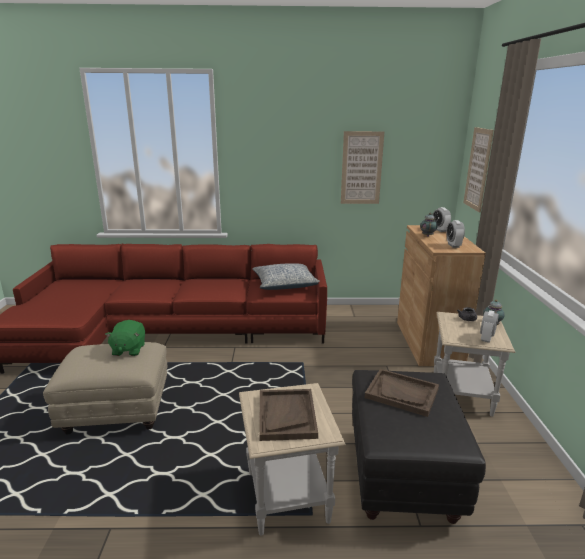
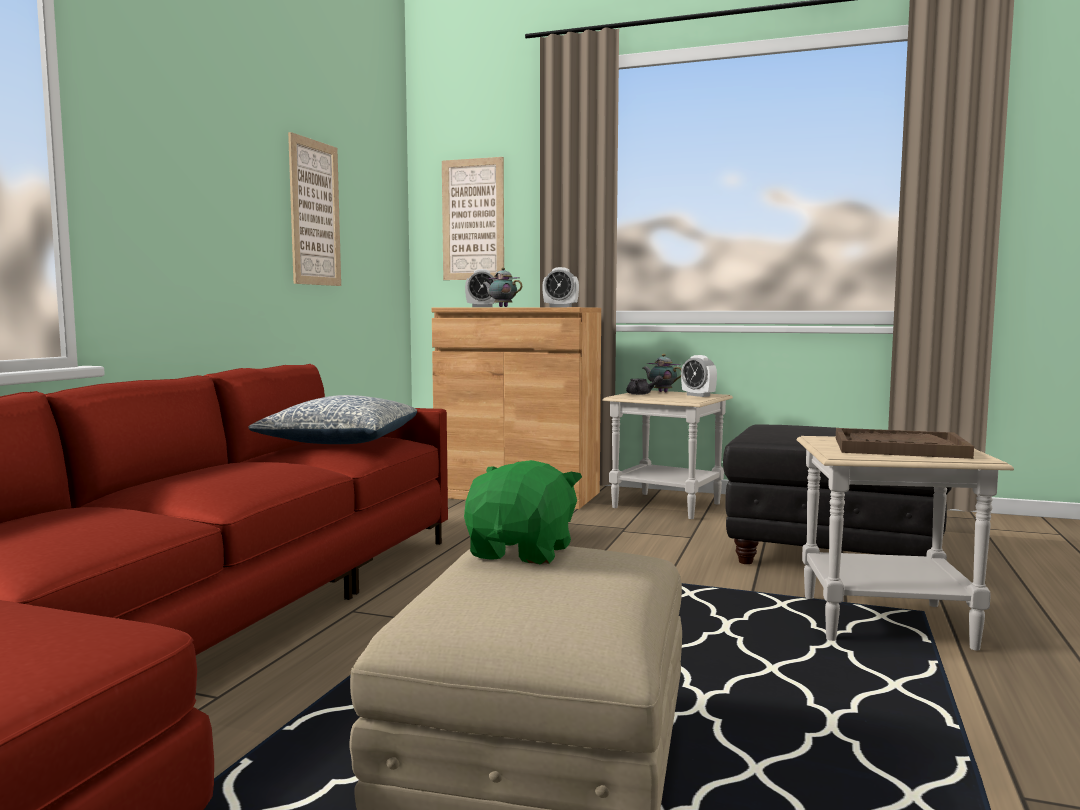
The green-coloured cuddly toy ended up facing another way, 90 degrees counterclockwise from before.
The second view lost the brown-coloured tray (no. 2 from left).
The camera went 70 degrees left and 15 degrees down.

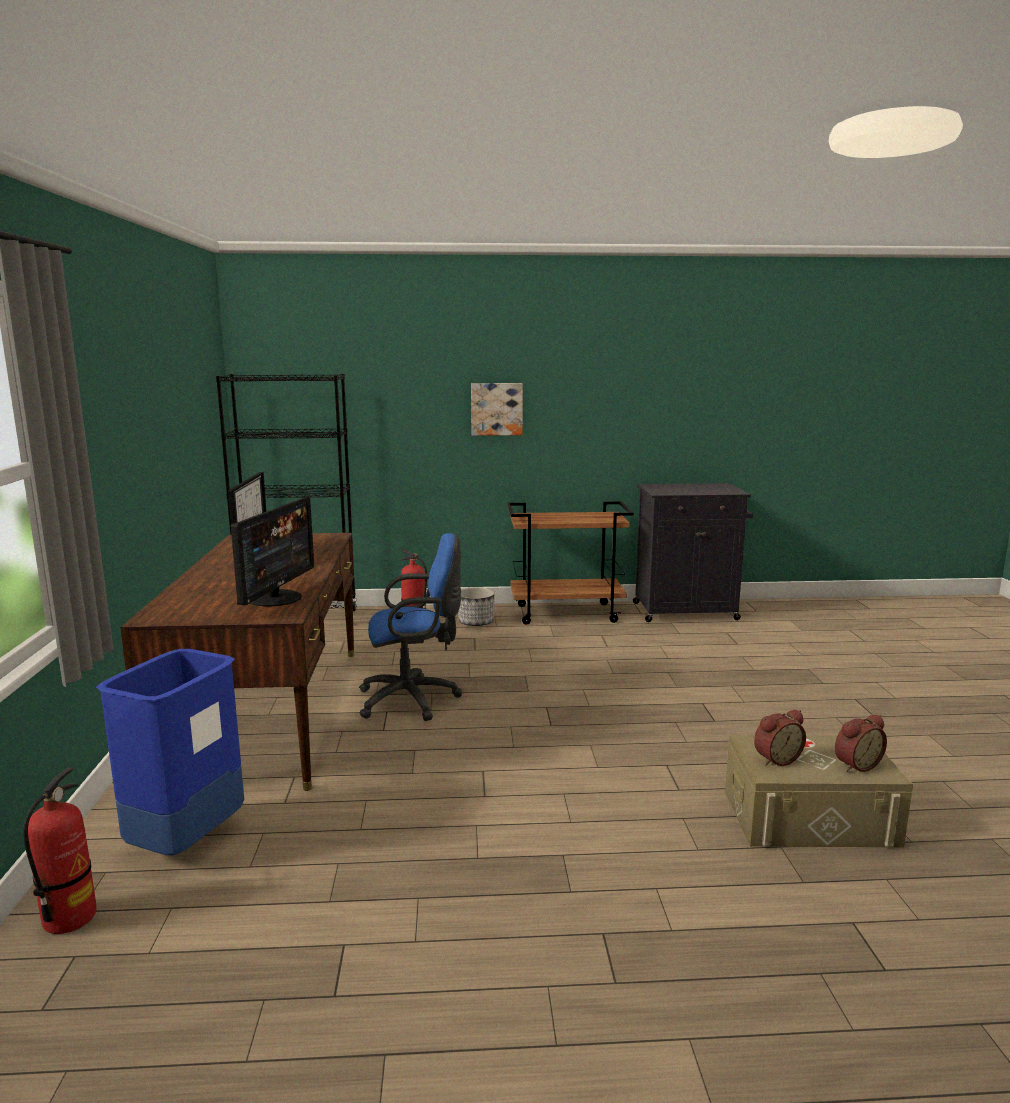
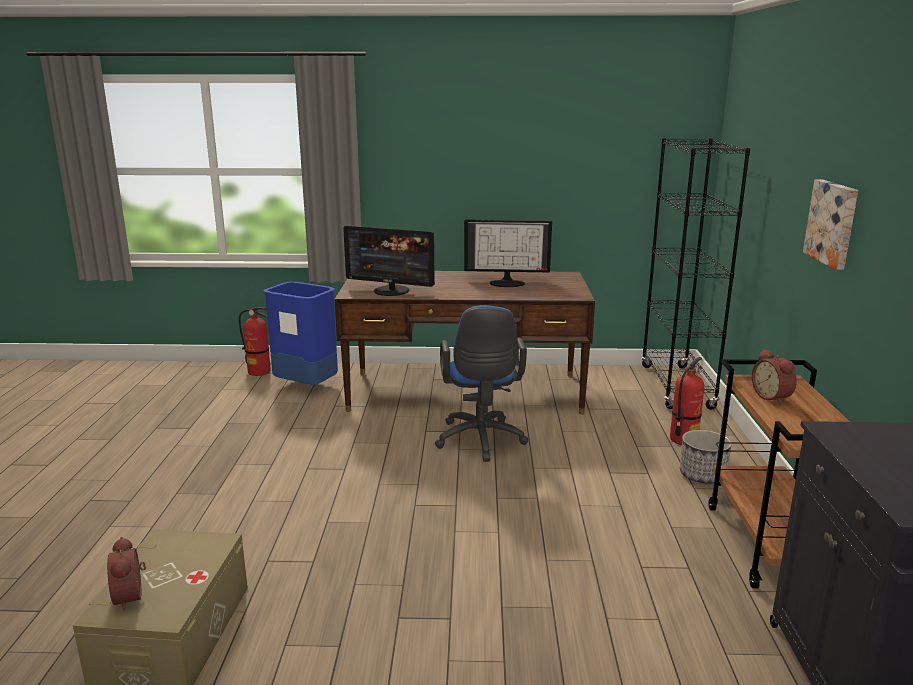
The bedside clock (no. 1 from left in the first image) ended up elsewhere.
The camera went 95 degrees right and 5 degrees up.

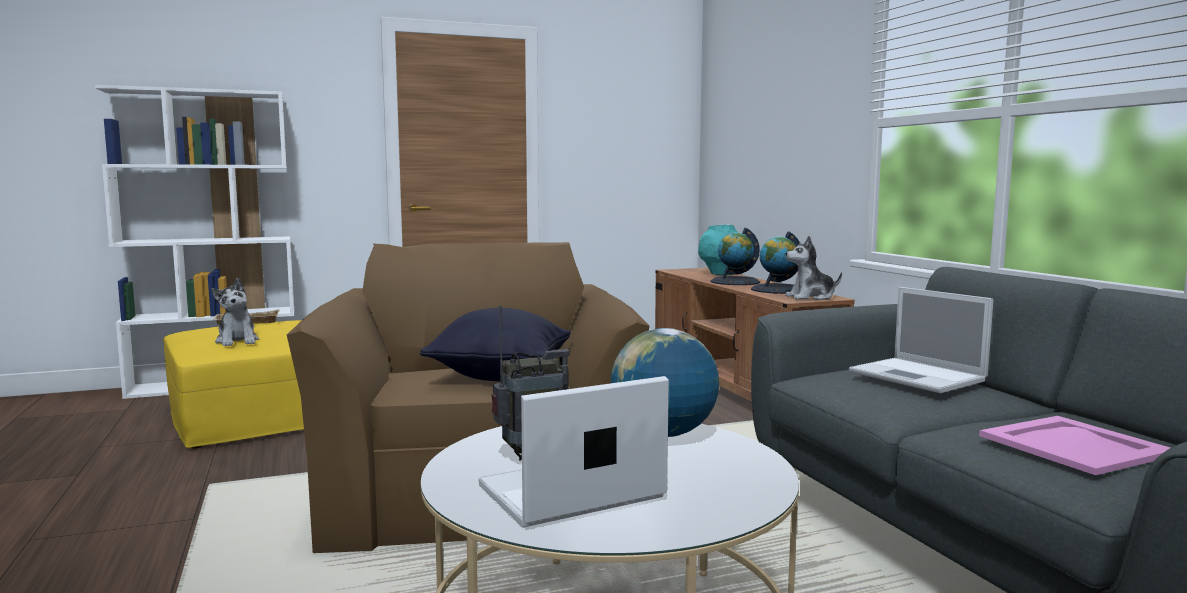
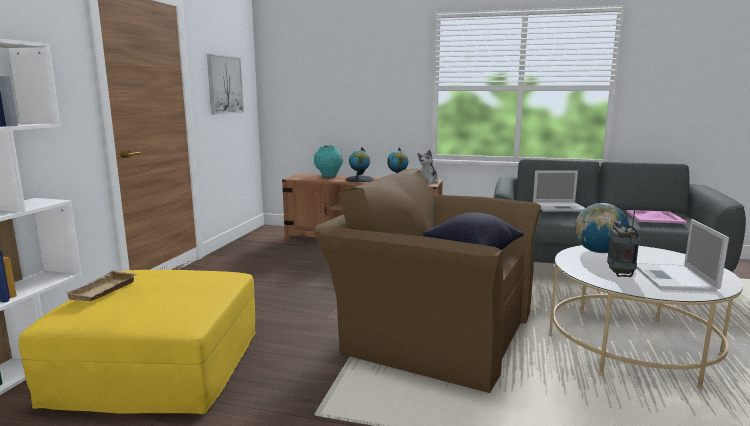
The second view lost the cuddly toy (no. 1 from left).
The second view gained the wall picture.
The camera went 55 degrees left and 5 degrees up.

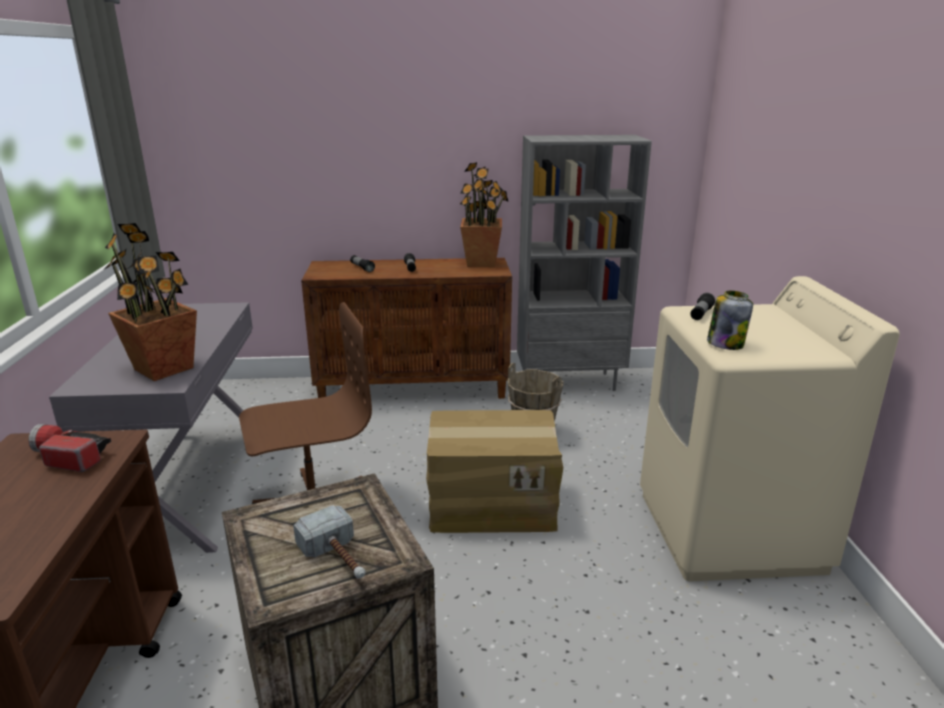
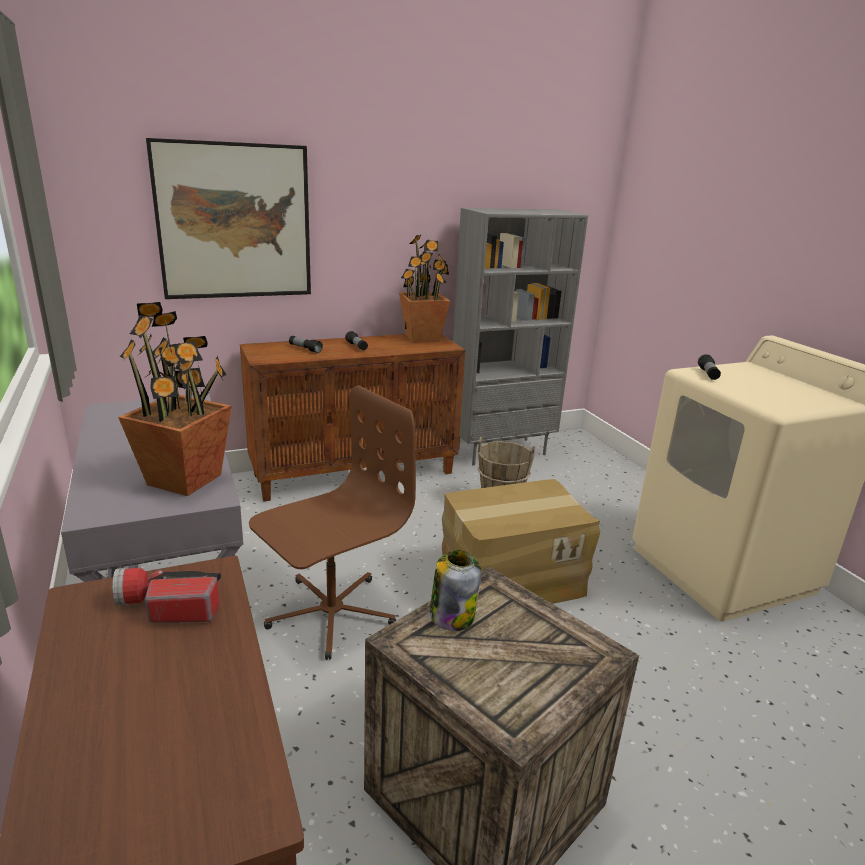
The second view lost the tool hammer.
The jar ended up elsewhere.
The second view gained the wall picture.
The camera went 20 degrees left and 0 degrees up.

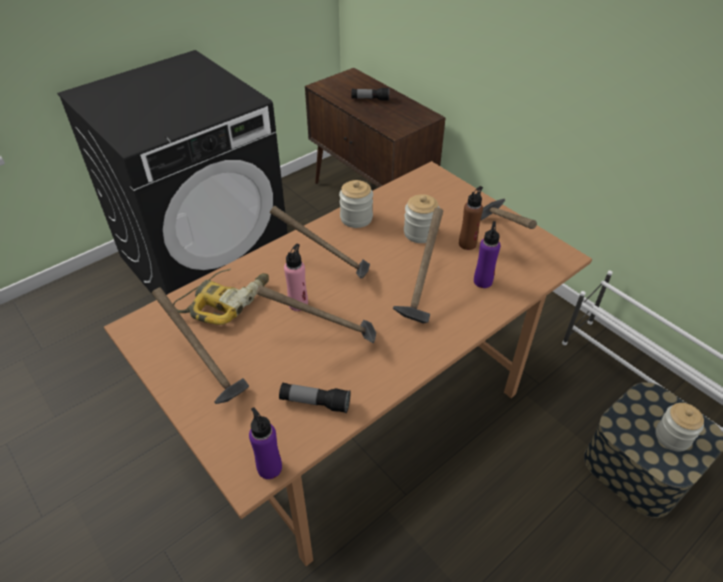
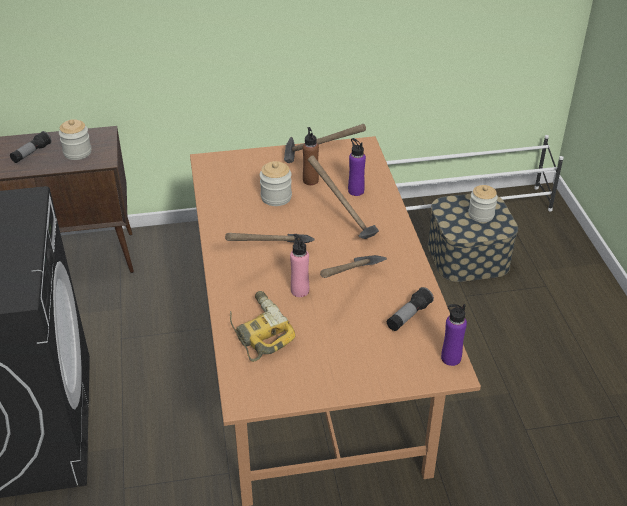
The second view lost the tool hammer (no. 1 from left).
The jar (no. 1 from left) ended up elsewhere.
The camera went 60 degrees left and 5 degrees down.

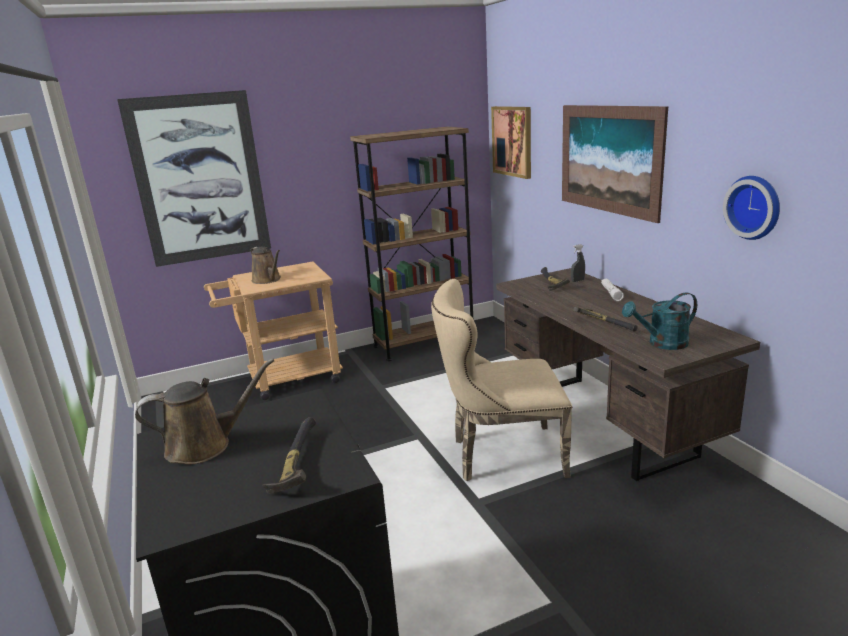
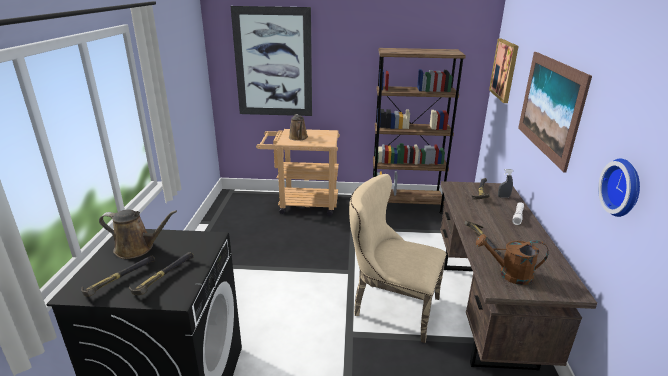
What was the turquoise watering can turned into the brown-coloured watering can (no. 3 from left).
The second view gained the tool hammer (no. 1 from left).
The camera went 25 degrees right and 5 degrees up.

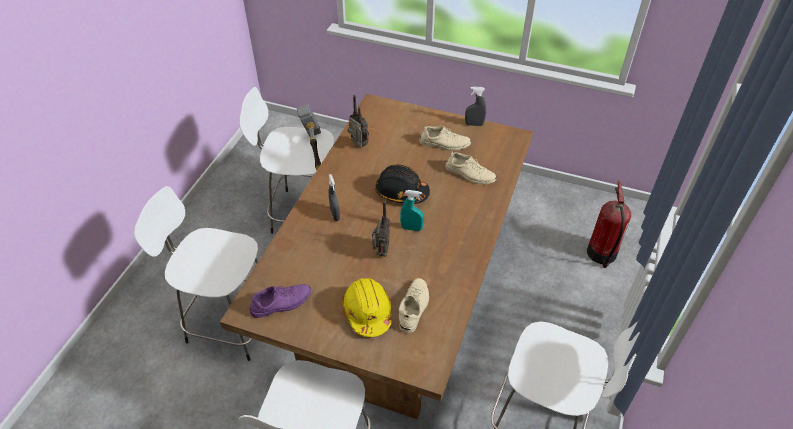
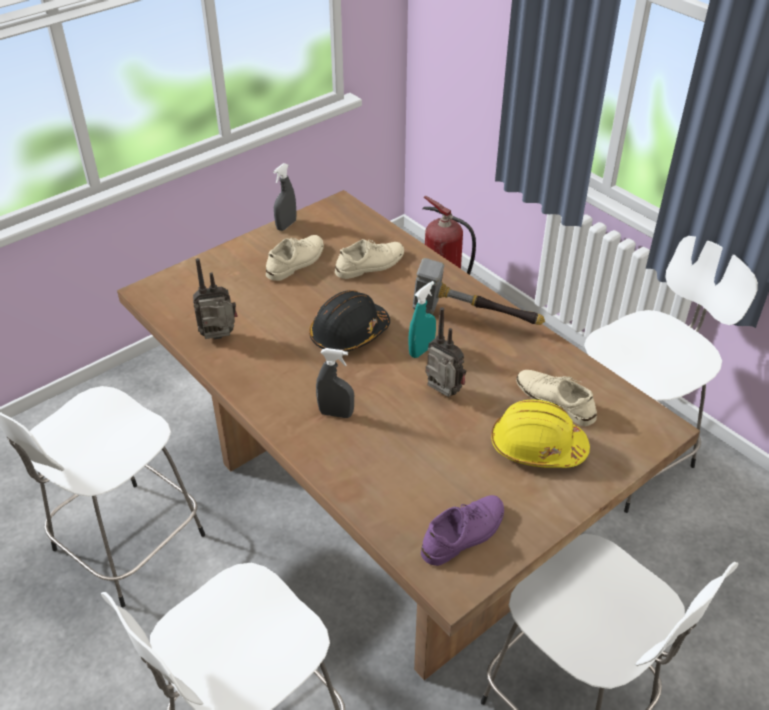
The purple shoe ended up facing another way, 45 degrees clockwise from before.
The tool hammer ended up elsewhere.
The camera went 60 degrees left and 5 degrees down.

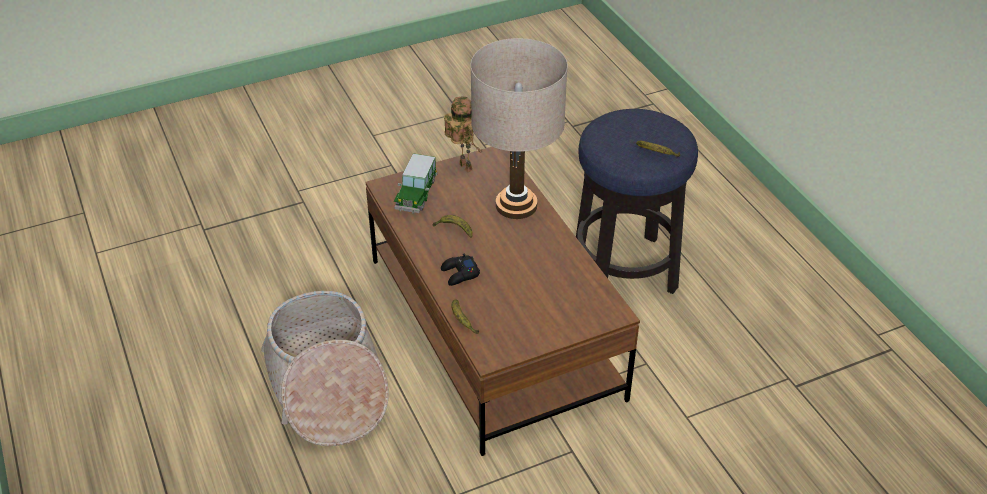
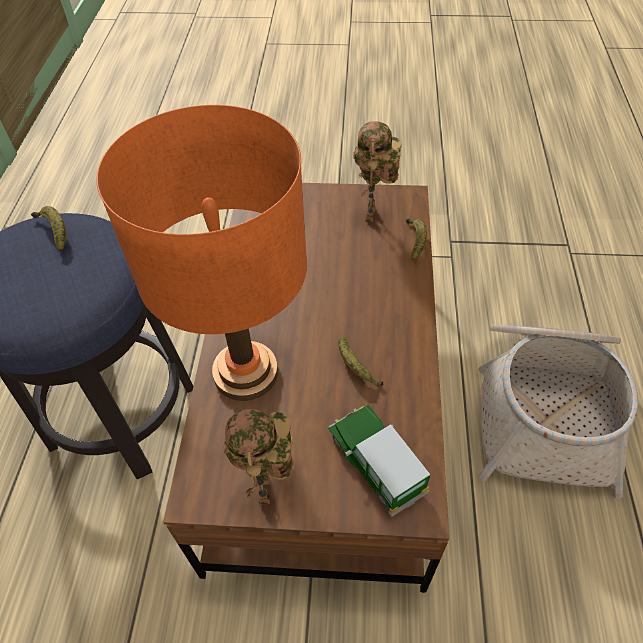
The toy car ended up facing another way, 75 degrees counterclockwise from before.
The second view lost the blackish gamepad.
What was the beige-coloured lamp for a table turned into the orange-coloured lamp for a table.
The second view gained the model robot (no. 2 from left).
The camera went 150 degrees left and 10 degrees up.

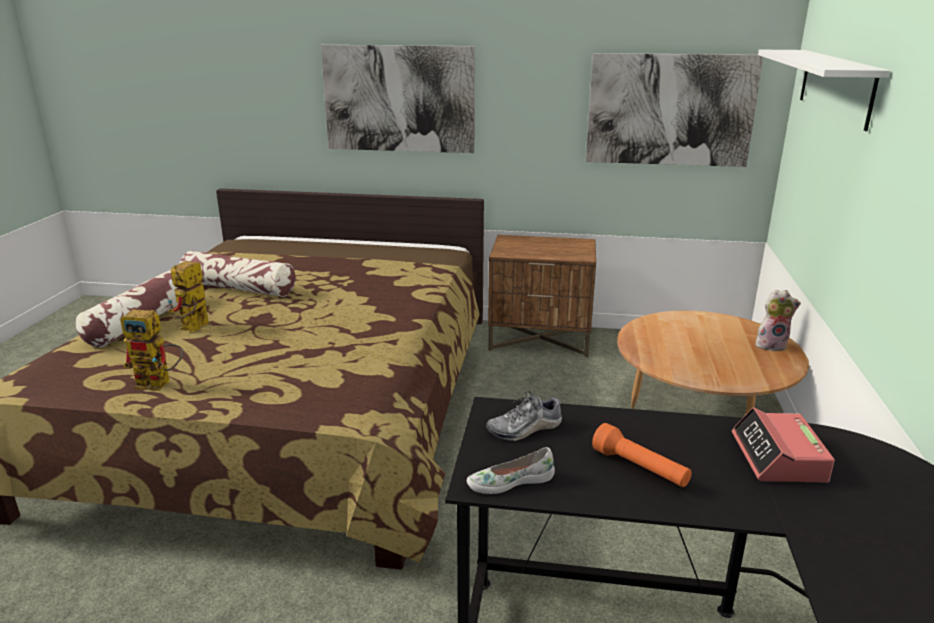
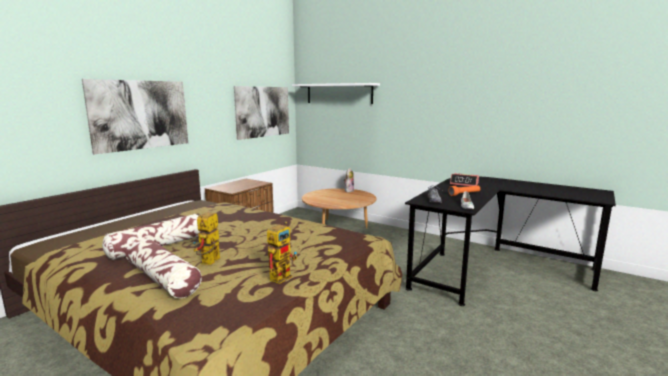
The model robot (no. 2 from left in the first image) ended up facing another way, 60 degrees clockwise from before.
The camera went 65 degrees left and 10 degrees down.

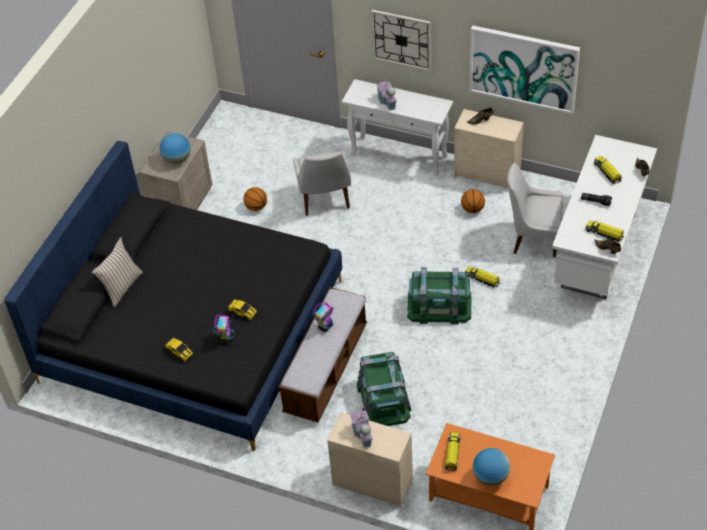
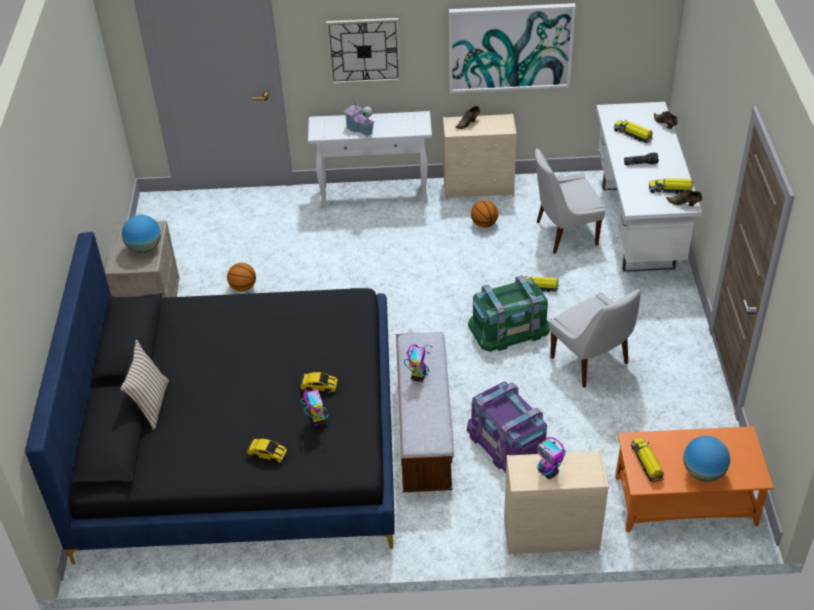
The white plain chair (no. 1 from left in the first image) ended up elsewhere.
Where the toy house (no. 1 from left) stood, the model robot (no. 3 from left) came to stand.
What was the green-coloured storage bin (no. 1 from left) turned into the purple storage bin.
The camera went 25 degrees left and 5 degrees down.

